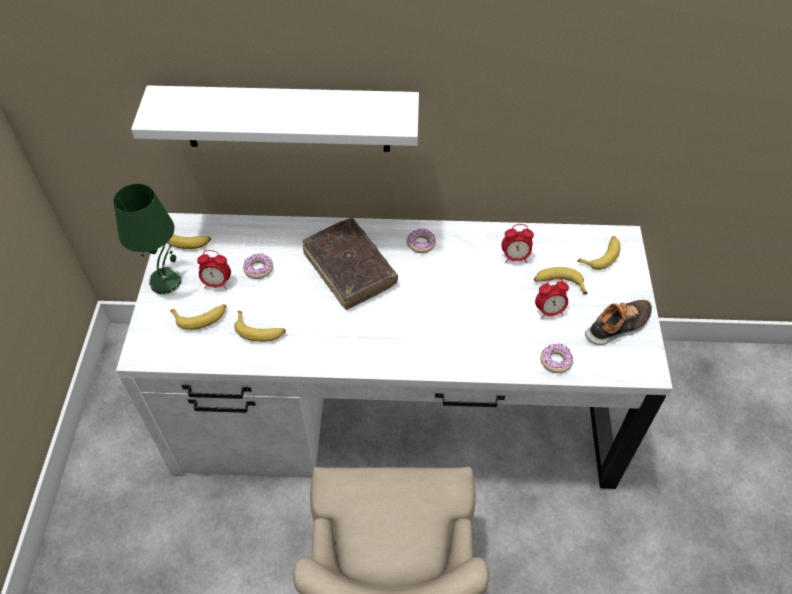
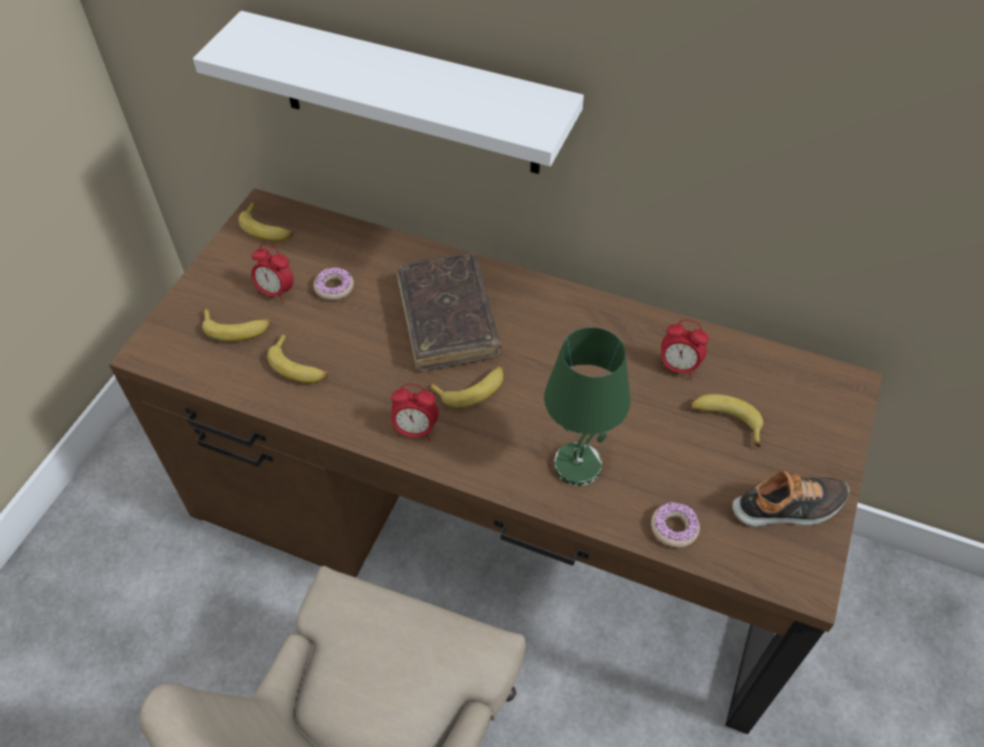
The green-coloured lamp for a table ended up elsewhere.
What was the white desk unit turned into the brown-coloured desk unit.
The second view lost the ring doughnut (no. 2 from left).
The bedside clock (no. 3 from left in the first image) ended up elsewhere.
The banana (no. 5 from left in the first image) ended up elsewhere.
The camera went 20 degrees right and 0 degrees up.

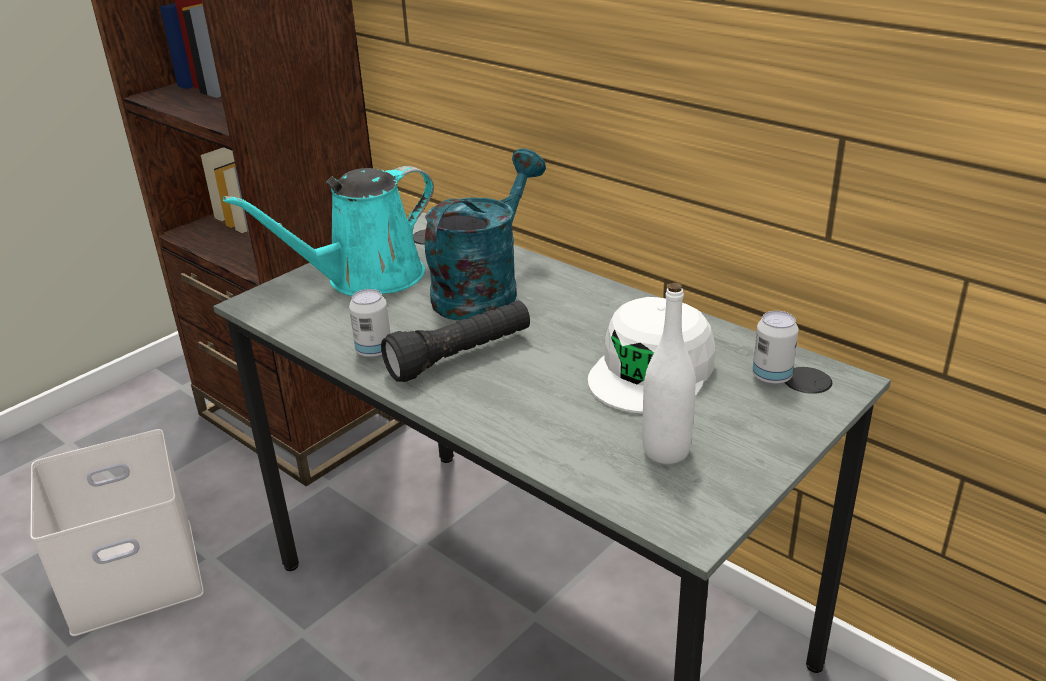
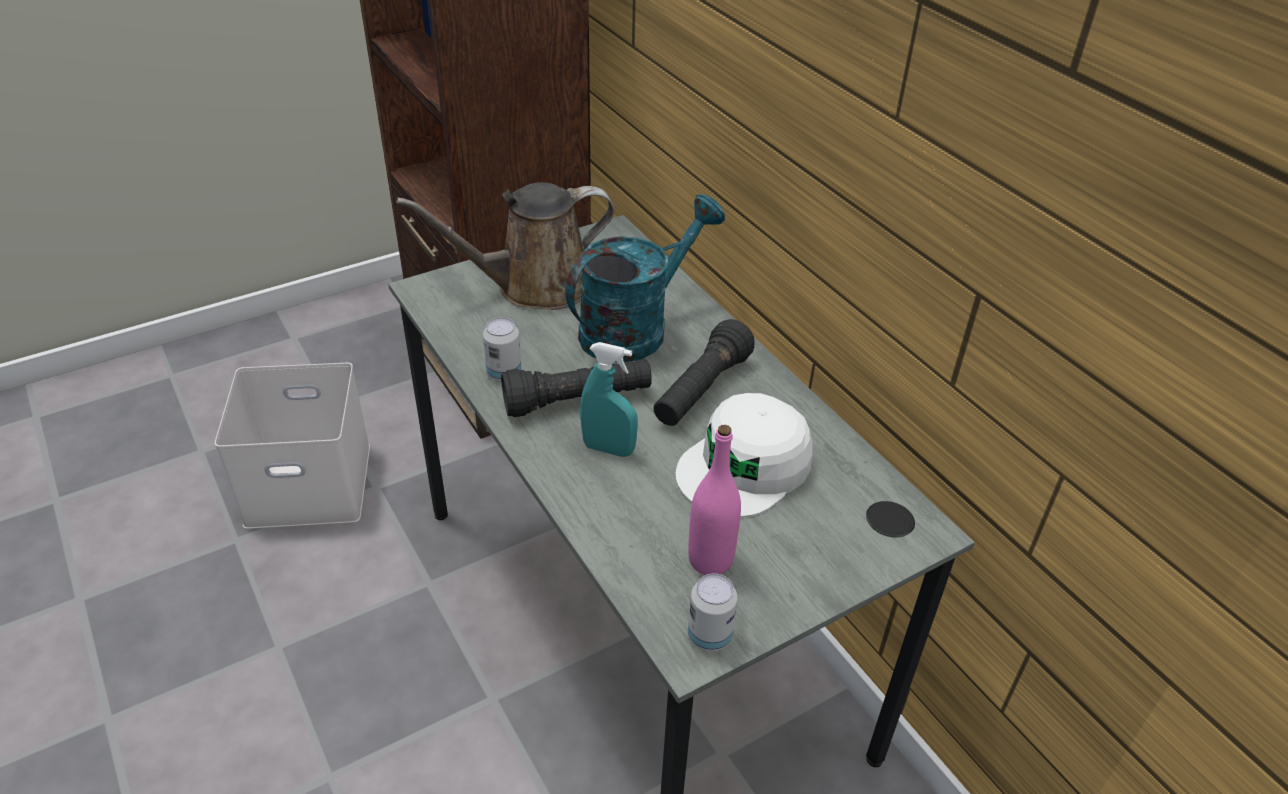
What was the turquoise watering can (no. 1 from left) turned into the brown-coloured watering can.
What was the white beverage bottle turned into the pinkish beverage bottle.
The metal can (no. 2 from left) ended up elsewhere.
The second view gained the turquoise hand sprayer.
The second view gained the blackish flashlight (no. 2 from left).
The camera went 15 degrees right and 10 degrees up.

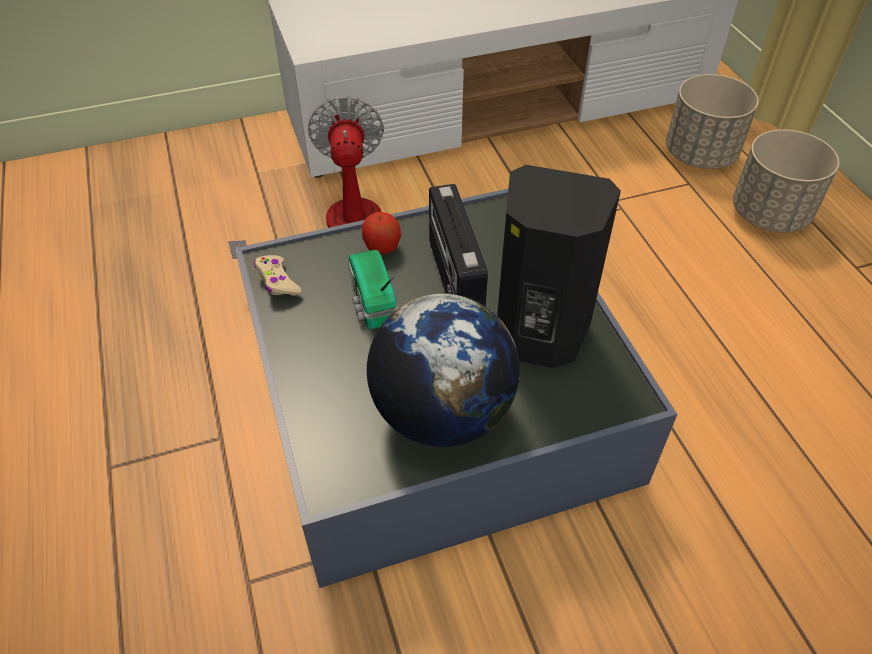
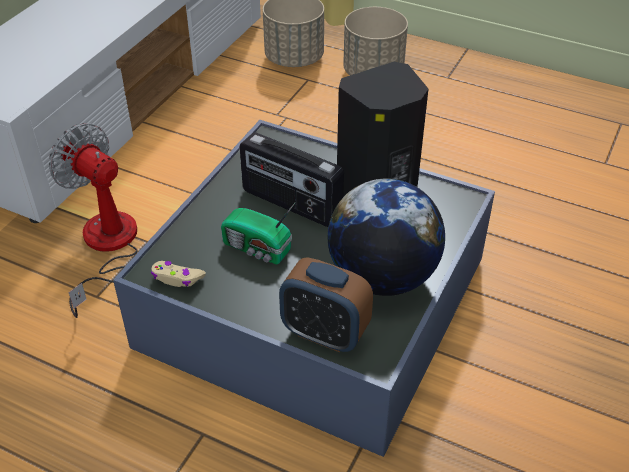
The second view lost the whole apple.
The second view gained the bedside clock.
The camera went 45 degrees left and 5 degrees down.

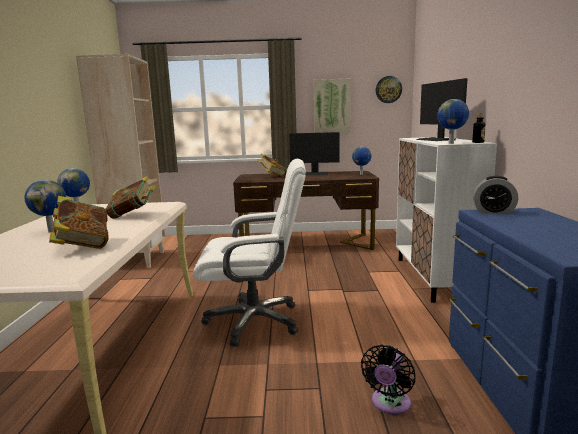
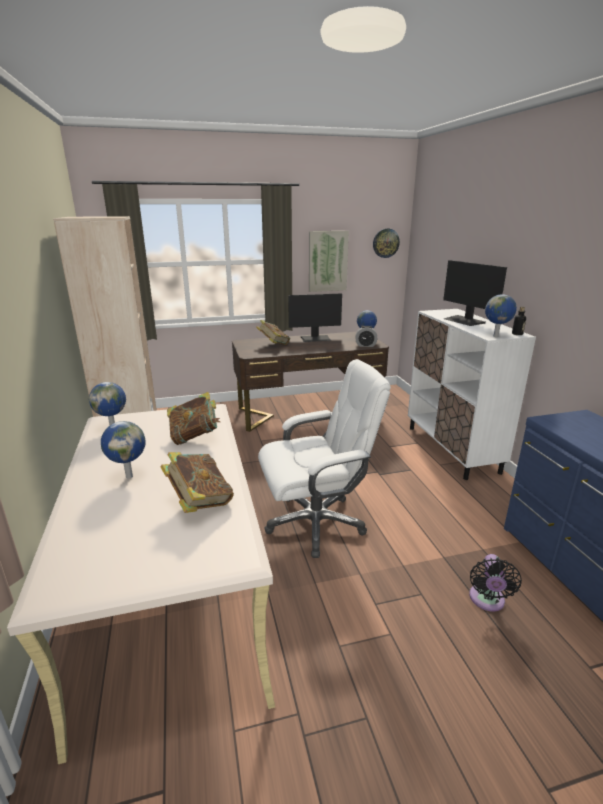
The bedside clock ended up elsewhere.
The camera went 15 degrees left and 10 degrees up.

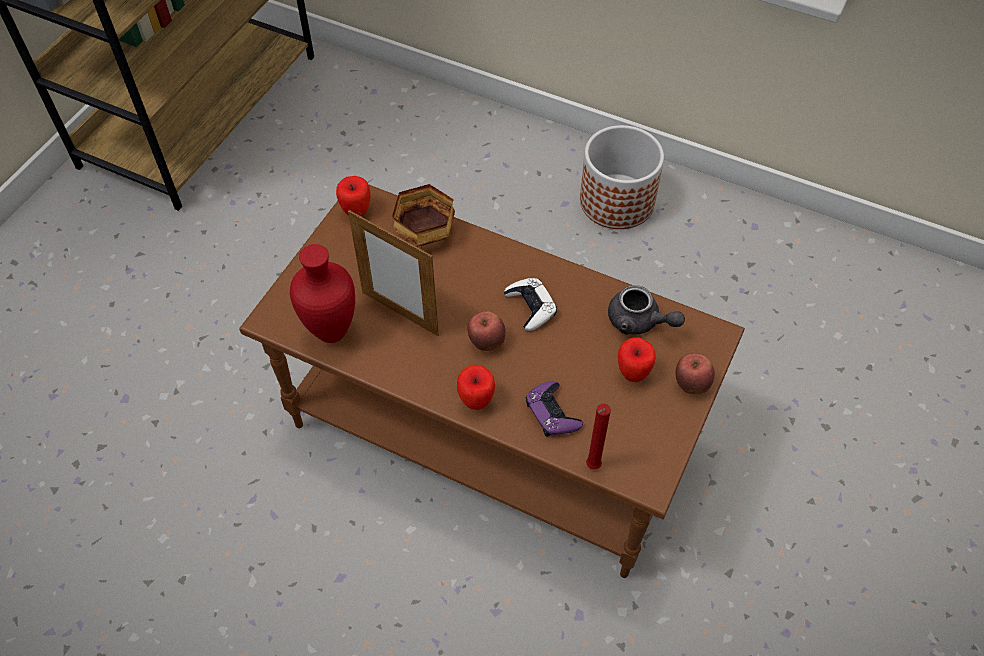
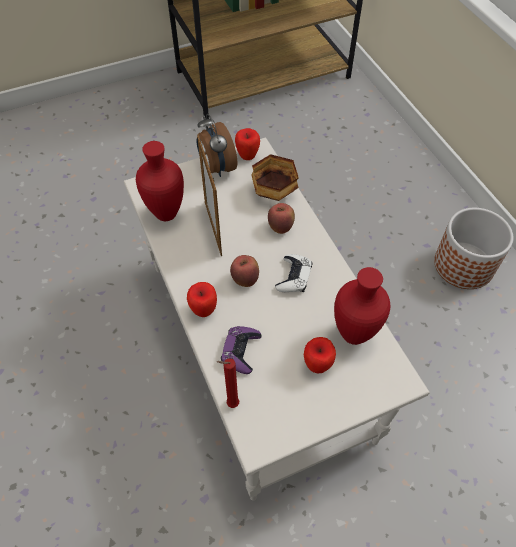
What was the brown-coloured lounge table turned into the white lounge table.
Where the gray tea pot stood, the reddish decorative vase (no. 2 from left) came to stand.
The whole apple (no. 5 from left in the first image) ended up elsewhere.
The second view gained the bedside clock.
The camera went 40 degrees right and 0 degrees up.

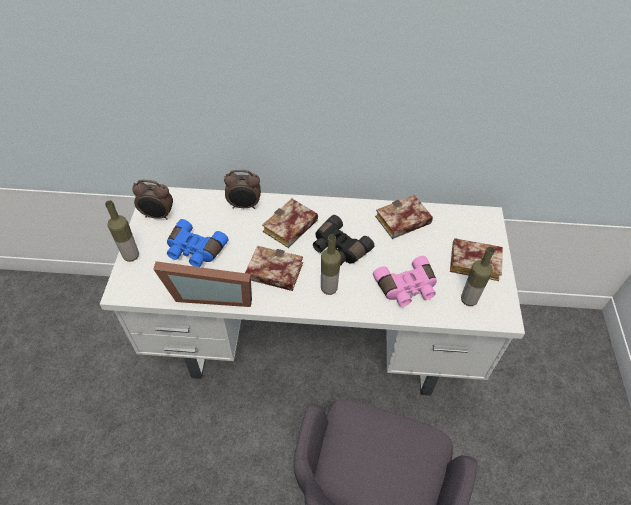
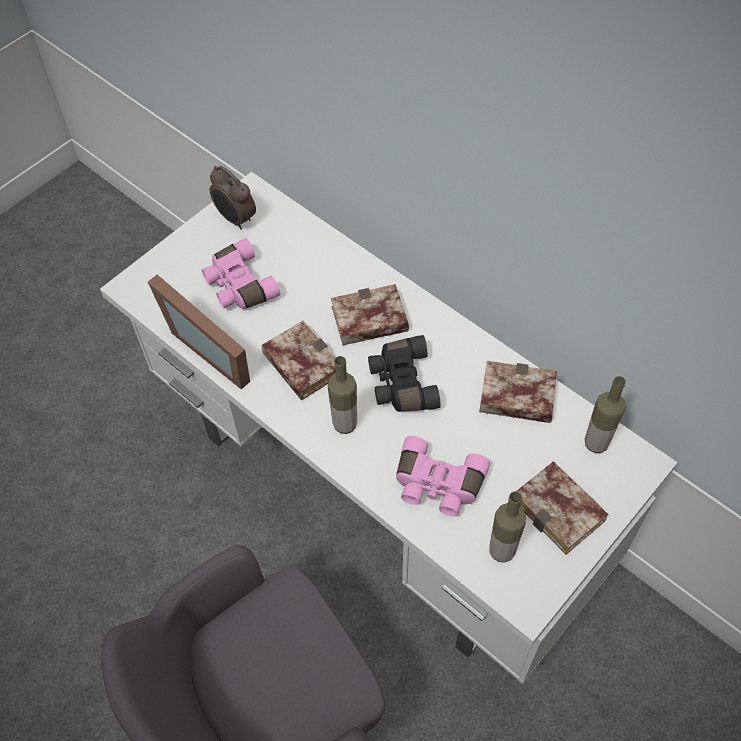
The beverage bottle (no. 1 from left in the first image) ended up elsewhere.
What was the blue-coloured field glasses turned into the pinkish field glasses (no. 1 from left).
The second view lost the bedside clock (no. 2 from left).
The camera went 40 degrees right and 5 degrees up.

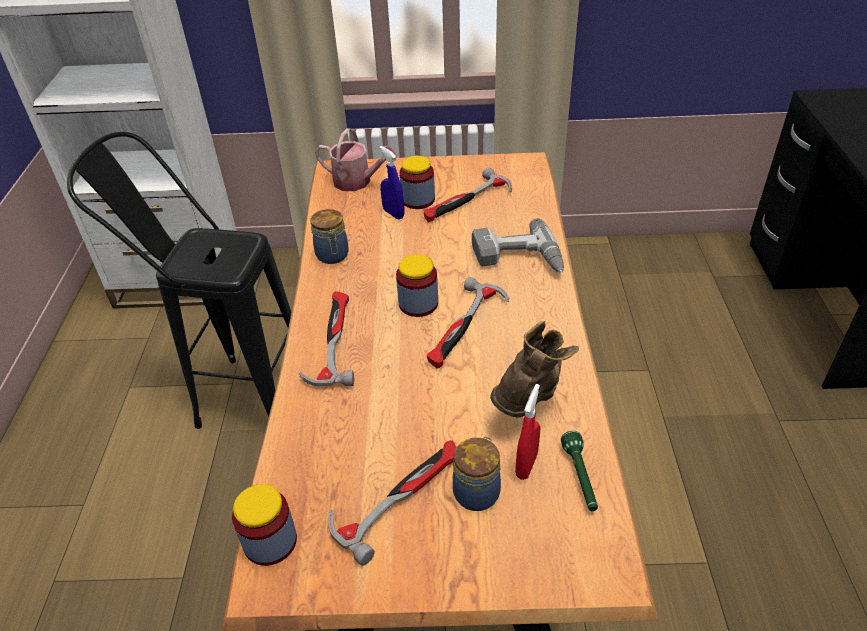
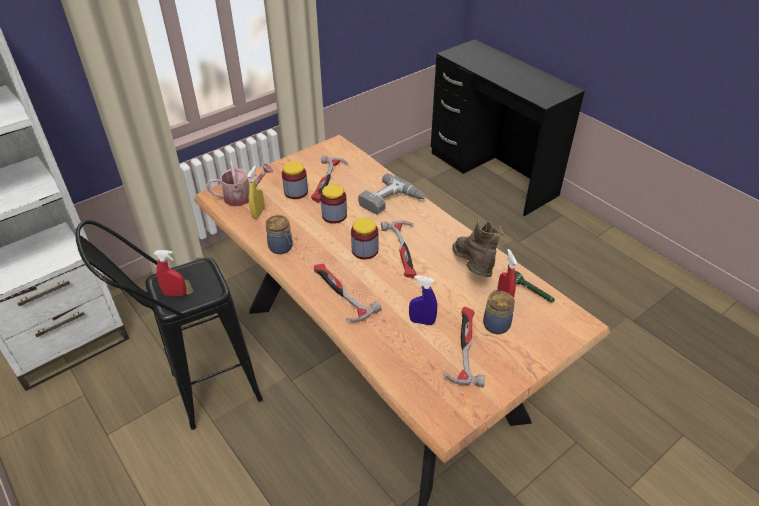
The jar (no. 1 from left in the first image) ended up elsewhere.
The blue-coloured hand sprayer ended up elsewhere.
The second view gained the reddish hand sprayer (no. 1 from left).
The second view gained the yellow-coloured hand sprayer.
The camera went 40 degrees left and 0 degrees up.

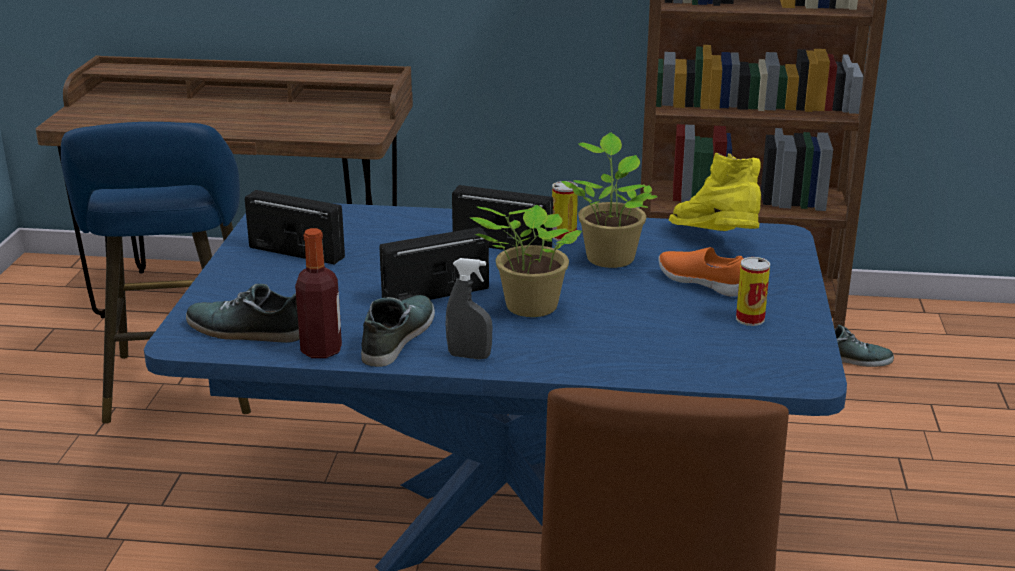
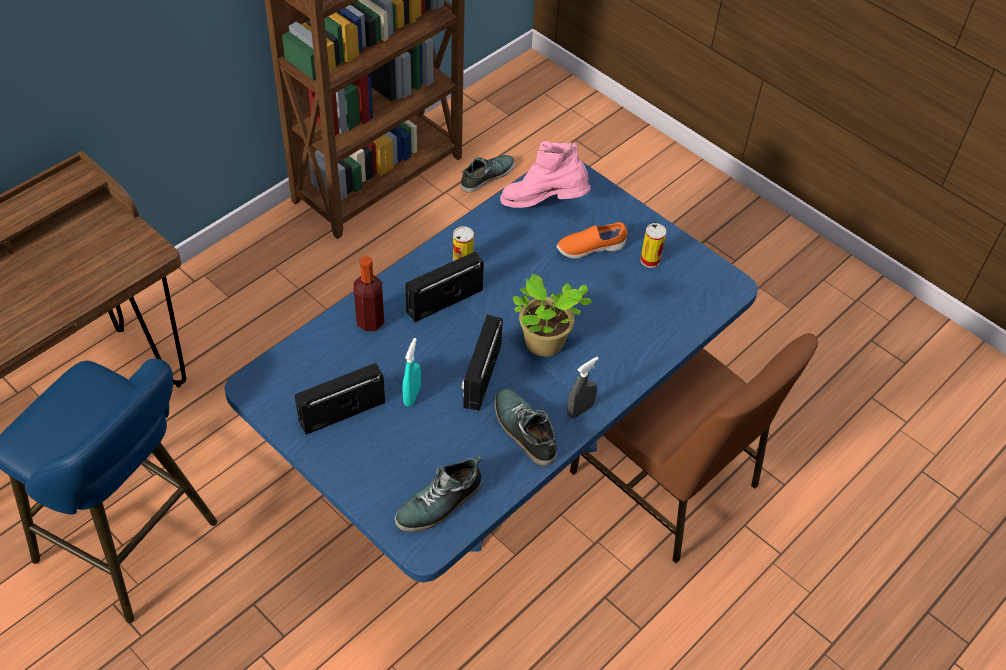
The beverage bottle ended up elsewhere.
The second view lost the potted plant (no. 2 from left).
What was the yellow-coloured boot turned into the pinkish boot.
The second view gained the turquoise hand sprayer.
The camera went 55 degrees left and 25 degrees up.

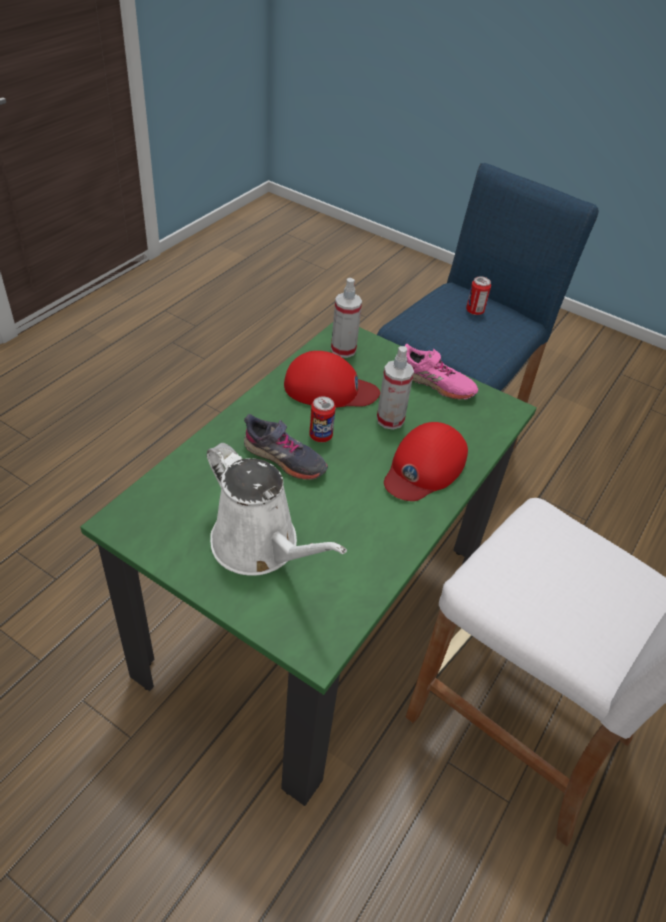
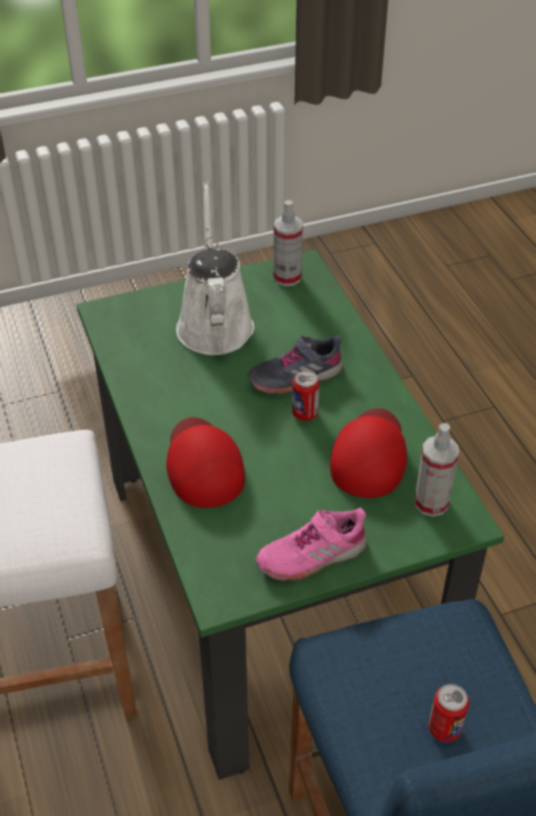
The white watering can ended up facing another way, 90 degrees clockwise from before.
The reddish baseball cap (no. 1 from left in the first image) ended up facing another way, 150 degrees clockwise from before.
The hand sprayer (no. 2 from left in the first image) ended up elsewhere.
The camera went 130 degrees right and 0 degrees up.

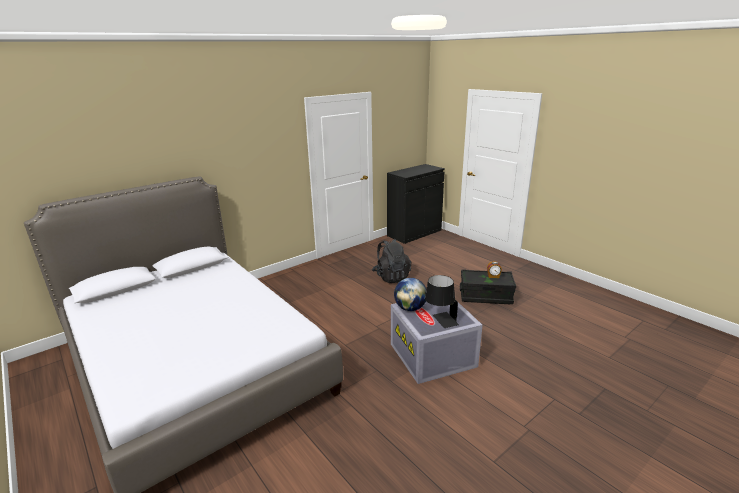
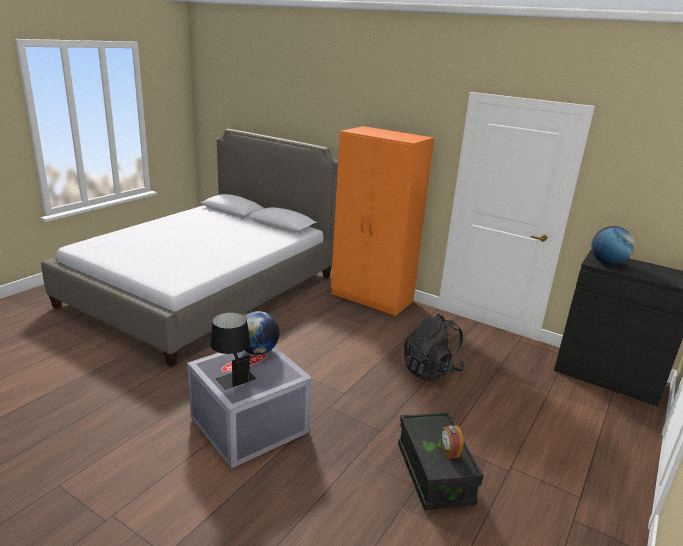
The second view gained the orange-coloured armoire.
The second view gained the globe (no. 2 from left).
The camera went 70 degrees right and 0 degrees up.

